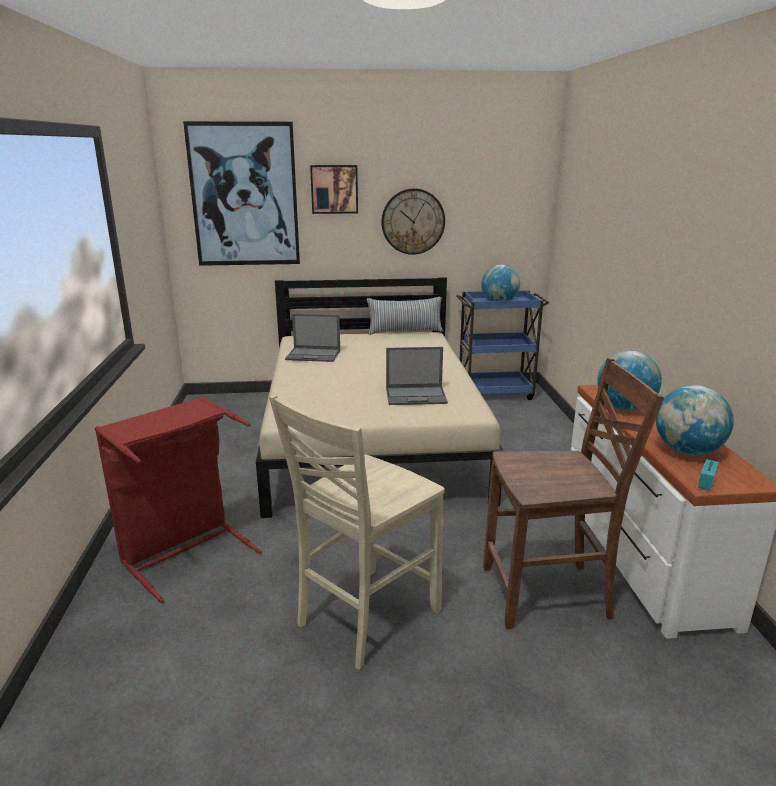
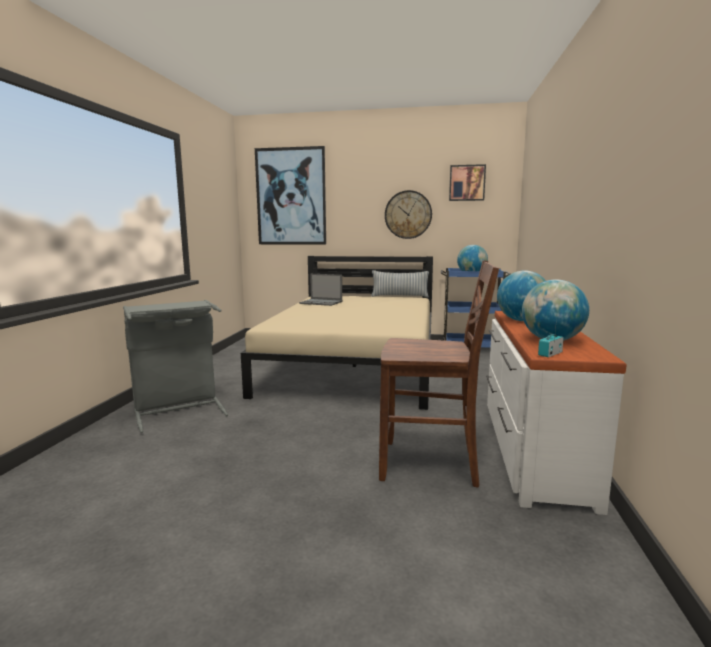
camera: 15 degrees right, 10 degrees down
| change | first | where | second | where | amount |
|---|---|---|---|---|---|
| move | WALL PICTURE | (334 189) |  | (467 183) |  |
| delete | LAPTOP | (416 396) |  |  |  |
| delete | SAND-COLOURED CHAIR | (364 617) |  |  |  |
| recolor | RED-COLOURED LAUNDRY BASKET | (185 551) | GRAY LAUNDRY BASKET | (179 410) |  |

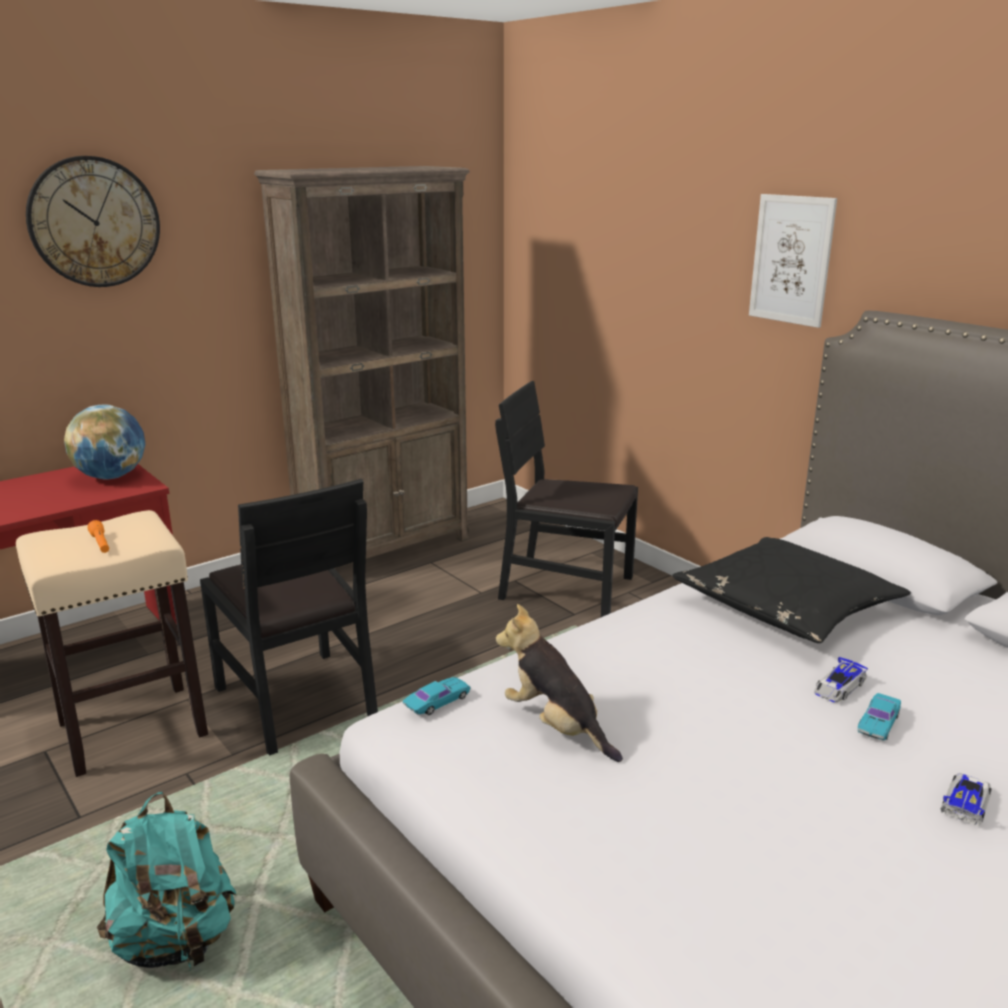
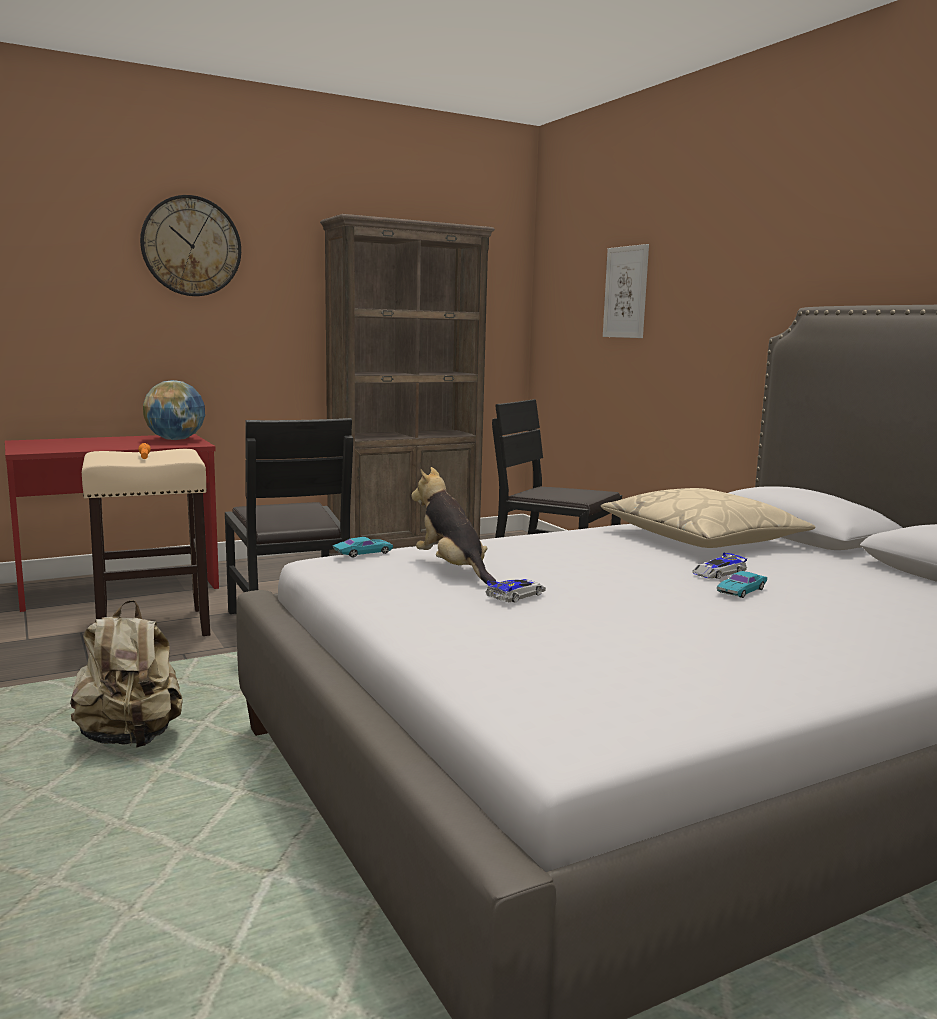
camera: 10 degrees right, 10 degrees down
| change | first | where | second | where | amount |
|---|---|---|---|---|---|
| move | WALL PICTURE | (791 260) |  | (626 292) |  |
| recolor | BLACK-COLOURED PILLOW | (786 606) | SAND-COLOURED PILLOW | (702 538) |  |
| move | MINIATURE CAR | (966 801) |  | (517 595) |  |
| recolor | TURQUOISE-COLOURED BACKPACK | (175 941) | SAND-COLOURED BACKPACK | (130 738) |  |

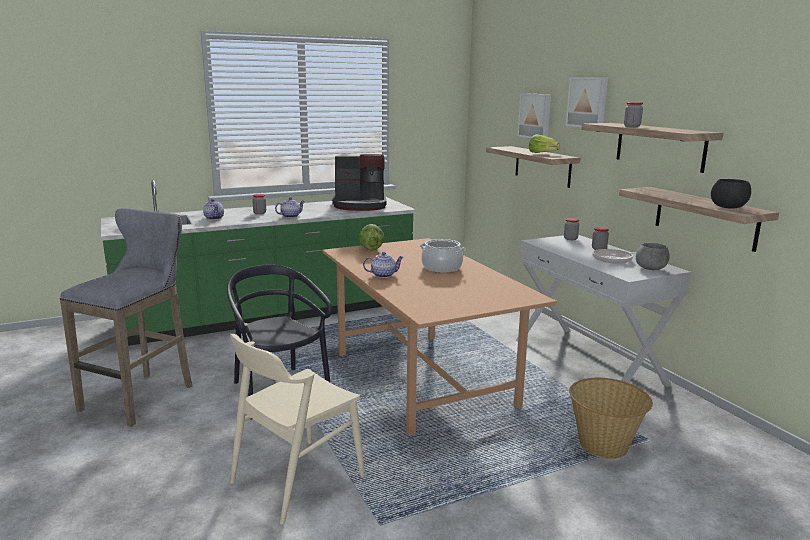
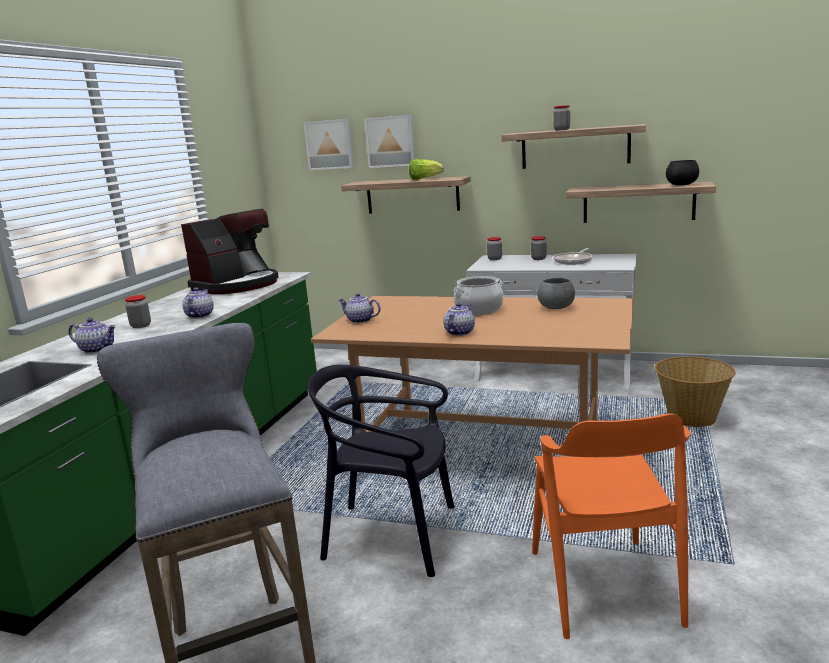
camera: 45 degrees left, 0 degrees up
| change | first | where | second | where | amount |
|---|---|---|---|---|---|
| move | WALL PICTURE | (588 102) |  | (329 144) |  |
| replace | LETTUCE HEAD | (371 249) | TEAPOT | (360 320) |  |
| move | GRAY BOWL | (651 269) |  | (556 308) |  |
| recolor | SAND-COLOURED CHAIR | (297 479) | ORANGE-COLOURED CHAIR | (603 586) |  |

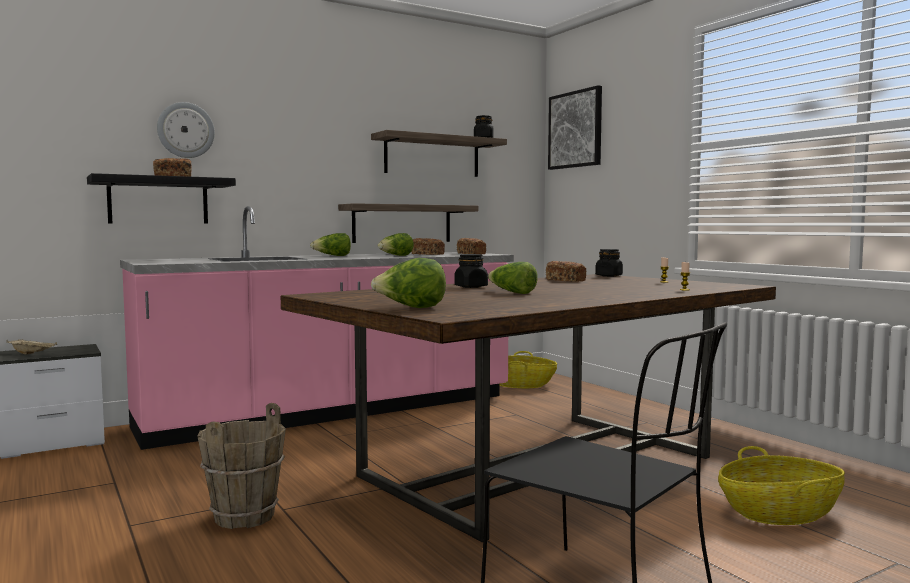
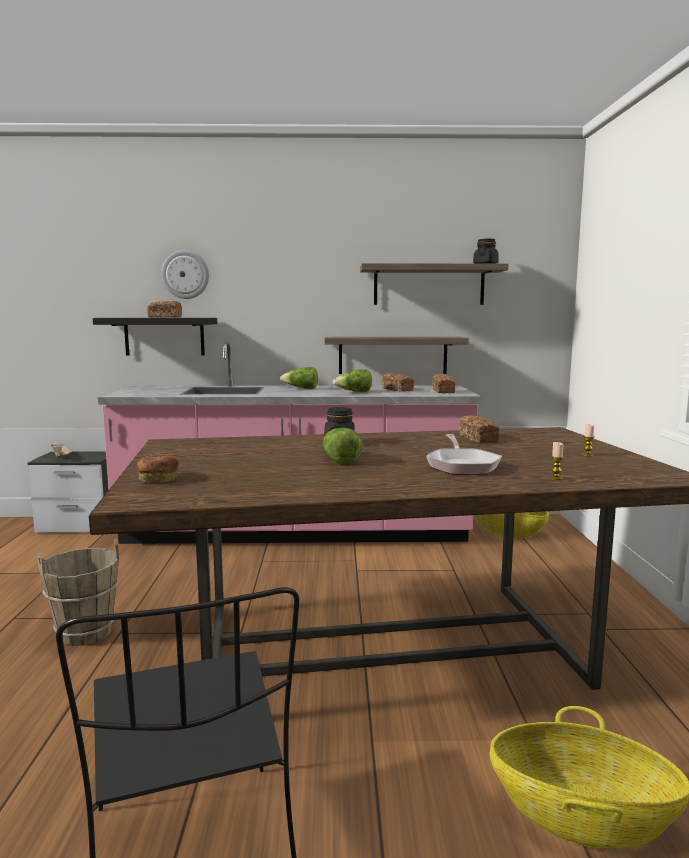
camera: 30 degrees right, 5 degrees up
| change | first | where | second | where | amount |
|---|---|---|---|---|---|
| delete | WALL PICTURE | (575 129) |  |  |  |
| delete | BLACK-COLOURED JAR | (609 276) |  |  |  |
| replace | LETTUCE HEAD | (412 308) | BREAD | (158 479) |  |
| insert |  |  | PAN | (462 465) |  |

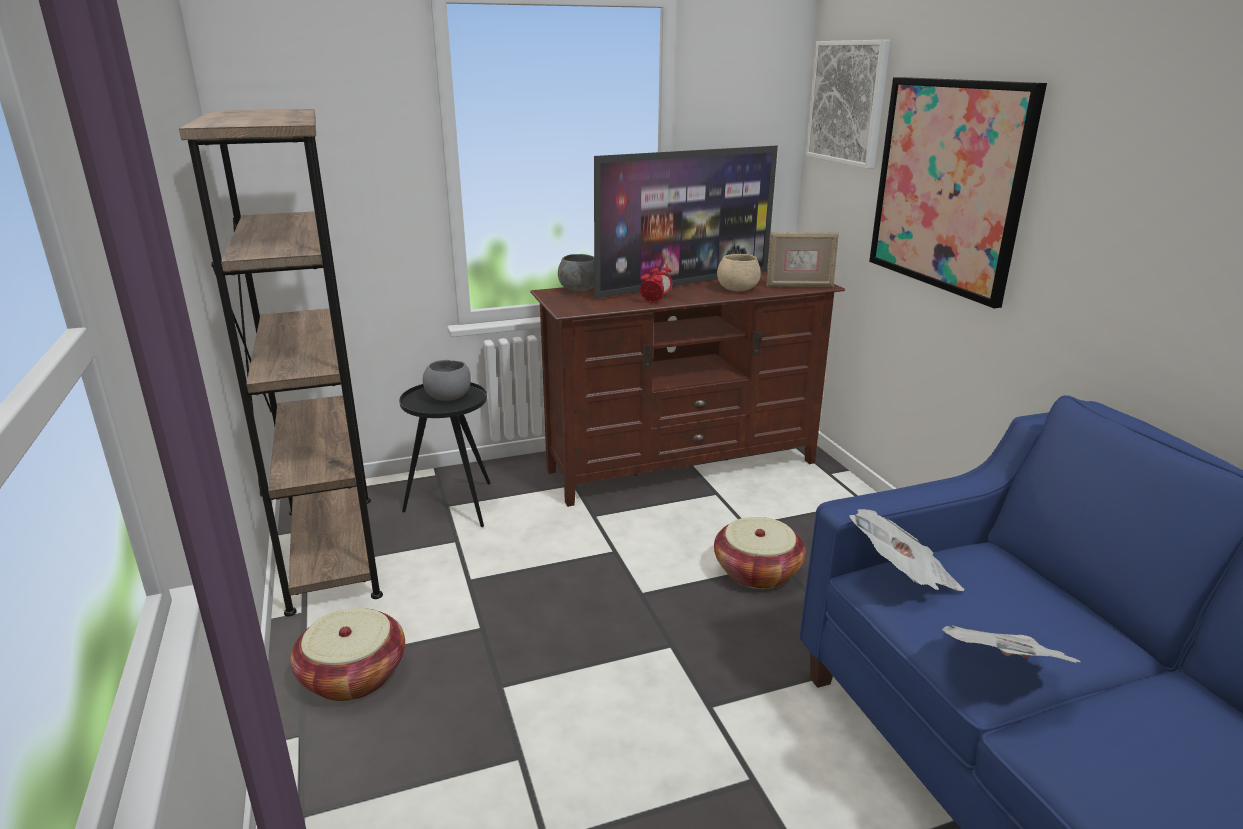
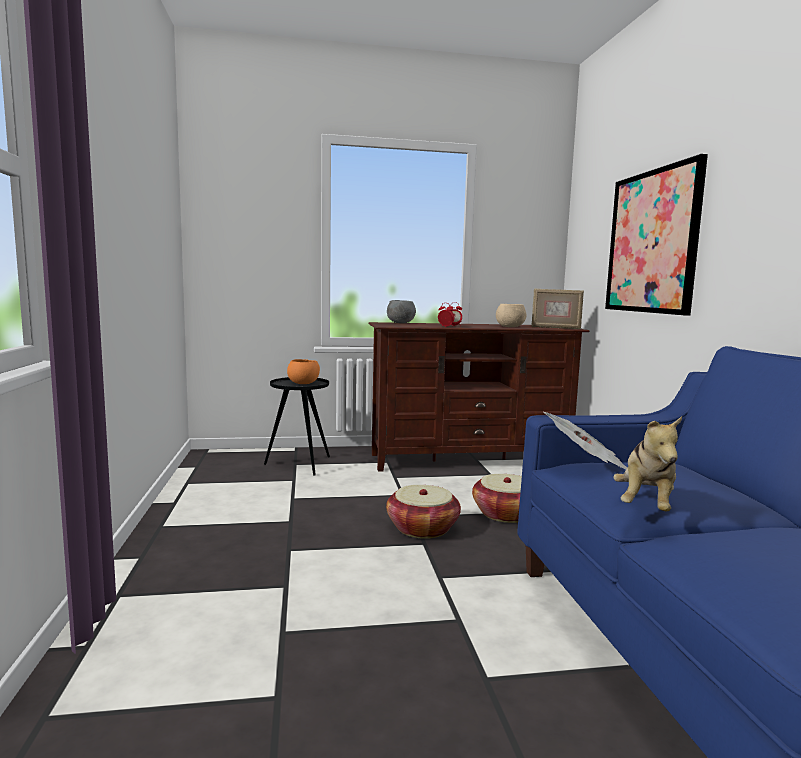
camera: 10 degrees right, 15 degrees down
| change | first | where | second | where | amount |
|---|---|---|---|---|---|
| delete | WALL PICTURE | (847 102) |  |  |  |
| delete | BROWN-COLOURED SHELVING UNIT | (332 550) |  |  |  |
| delete | TV SET | (684 284) |  |  |  |
| recolor | GRAY BOWL | (449 397) | ORANGE-COLOURED BOWL | (304 383) |  |
| move | BASKET | (353 676) |  | (422 528) |  |
| replace | NEWSPAPER | (1002 670) | PLUSH TOY | (646 505) |  |

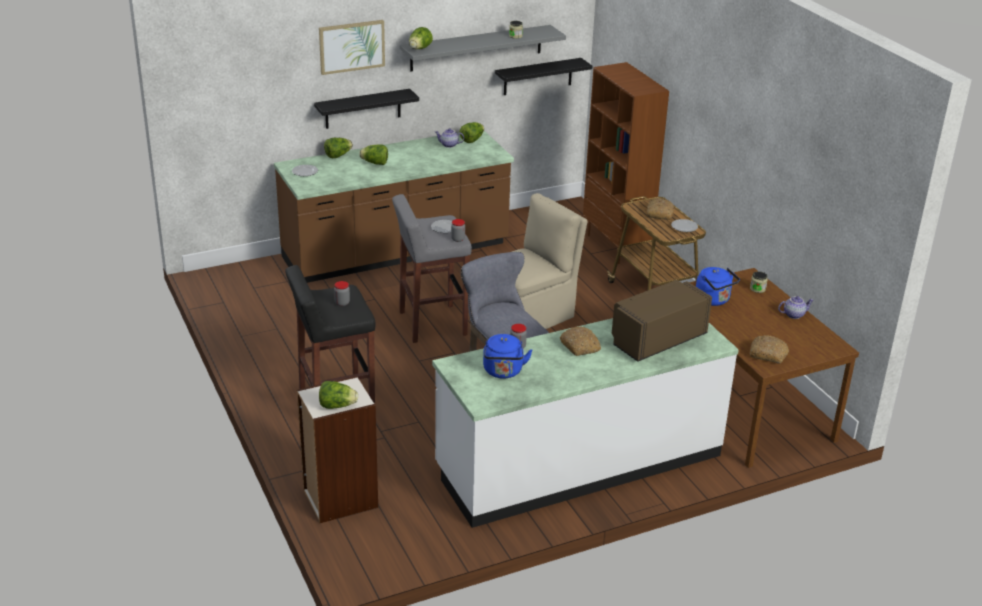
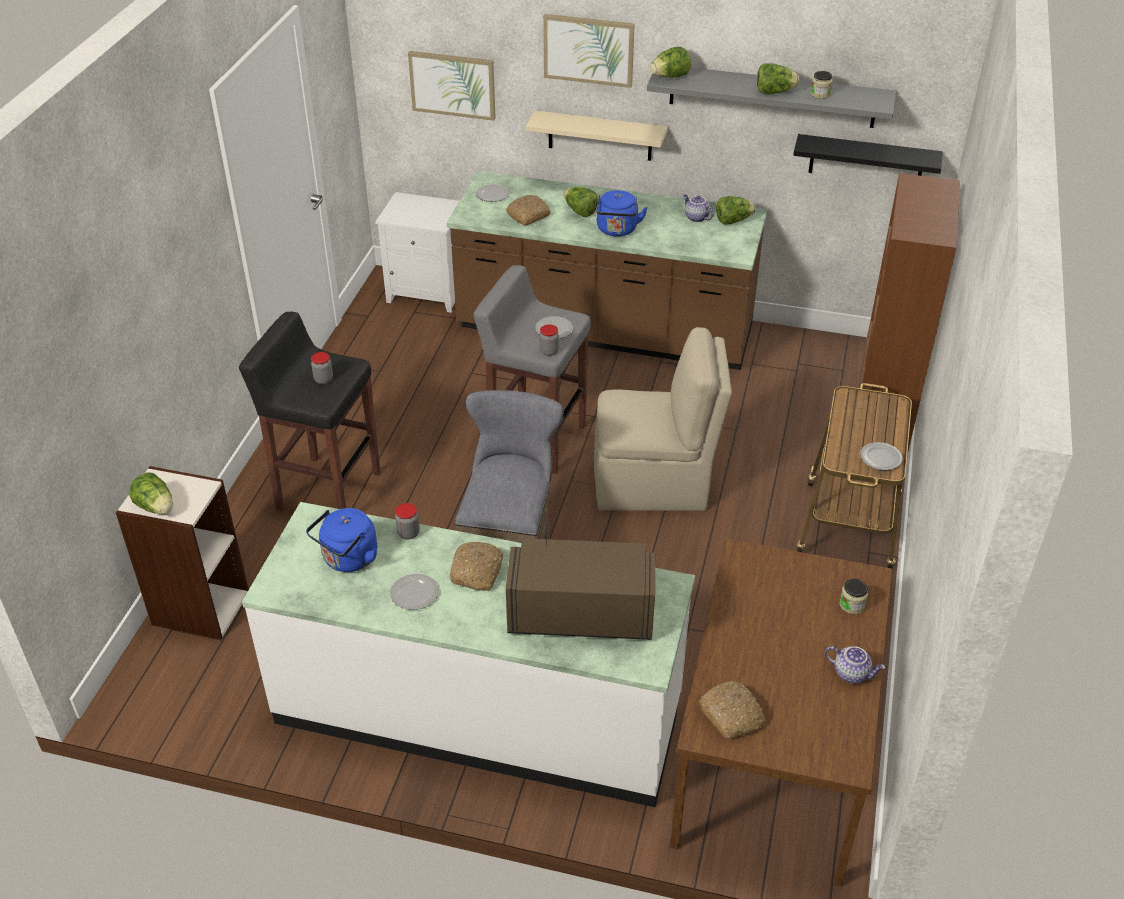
camera: 40 degrees right, 10 degrees up
| change | first | where | second | where | amount |
|---|---|---|---|---|---|
| recolor | BLACK-COLOURED SHELF | (363 109) | SAND-COLOURED SHELF | (600 136) |  |
| move | LETTUCE HEAD | (338 155) |  | (774 92) |  |
| move | BREAD | (659 213) |  | (528 215) |  |
| move | BLUISH KETTLE | (714 300) |  | (617 230) |  |
| insert |  |  | WALL PICTURE | (452 84) |  |
| insert |  |  | WHITE NIGHT TABLE | (429 292) |  |
| insert |  |  | FLAT DISH | (414 593) |  |

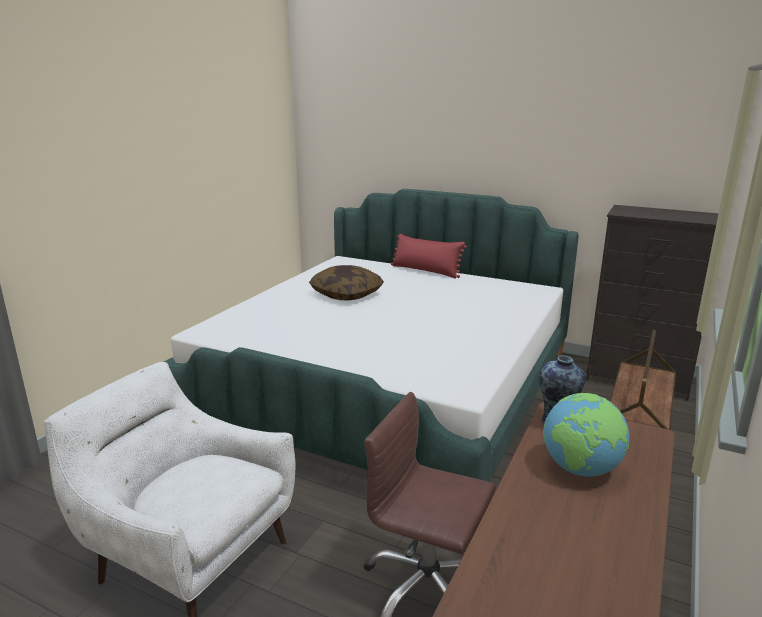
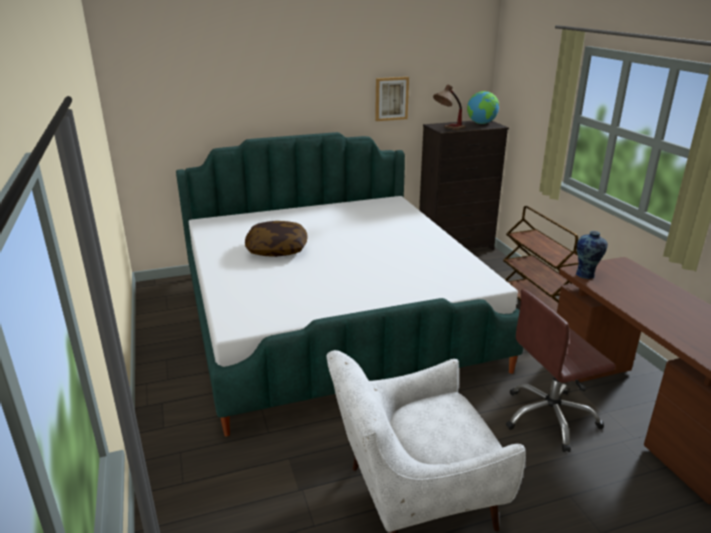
camera: 45 degrees left, 5 degrees up
| change | first | where | second | where | amount |
|---|---|---|---|---|---|
| delete | RED-COLOURED PILLOW | (426 271) |  |  |  |
| move | GLOBE | (580 469) |  | (481 123) |  |
| insert |  |  | WALL PICTURE | (391 98) |  |
| insert |  |  | TABLETOP LAMP | (448 129) |  |

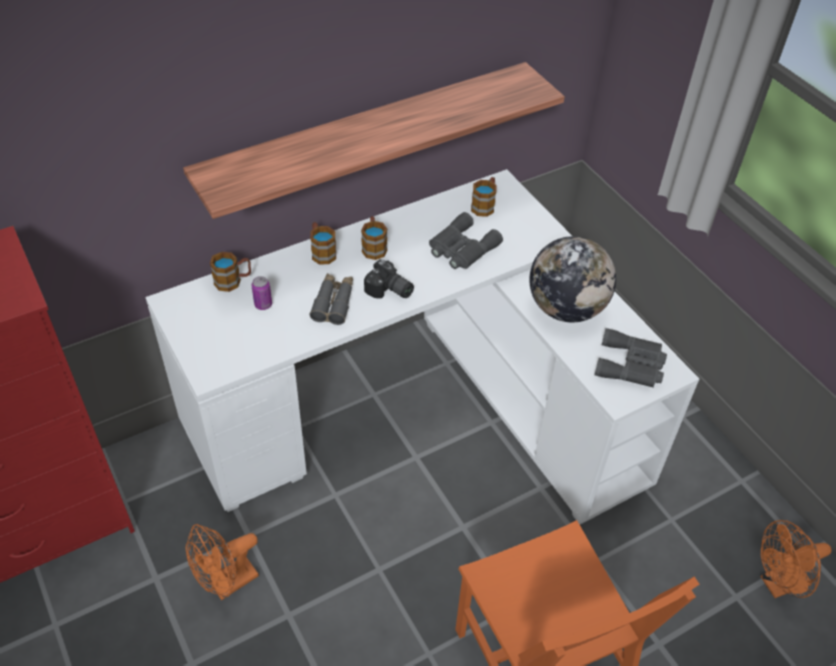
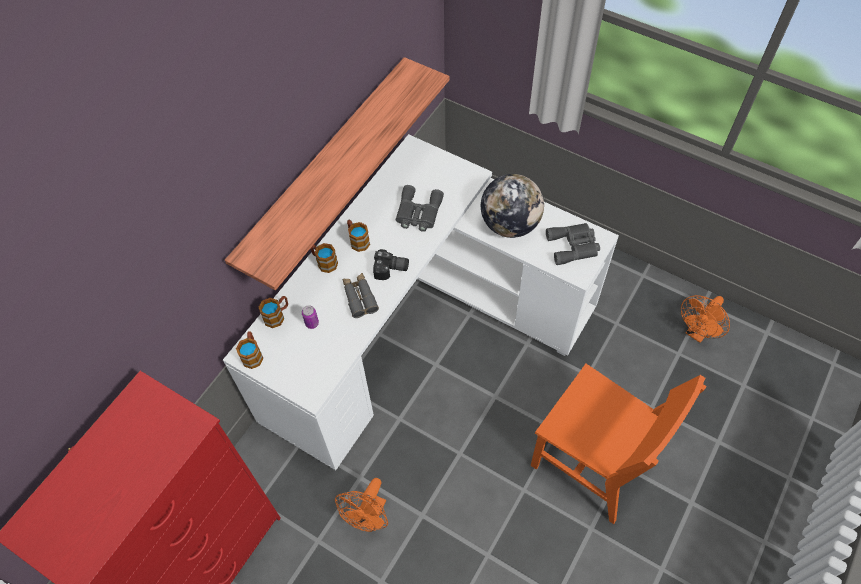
camera: 25 degrees left, 10 degrees up
| change | first | where | second | where | amount |
|---|---|---|---|---|---|
| move | TEA MUG | (484 205) |  | (252 354) |  |

